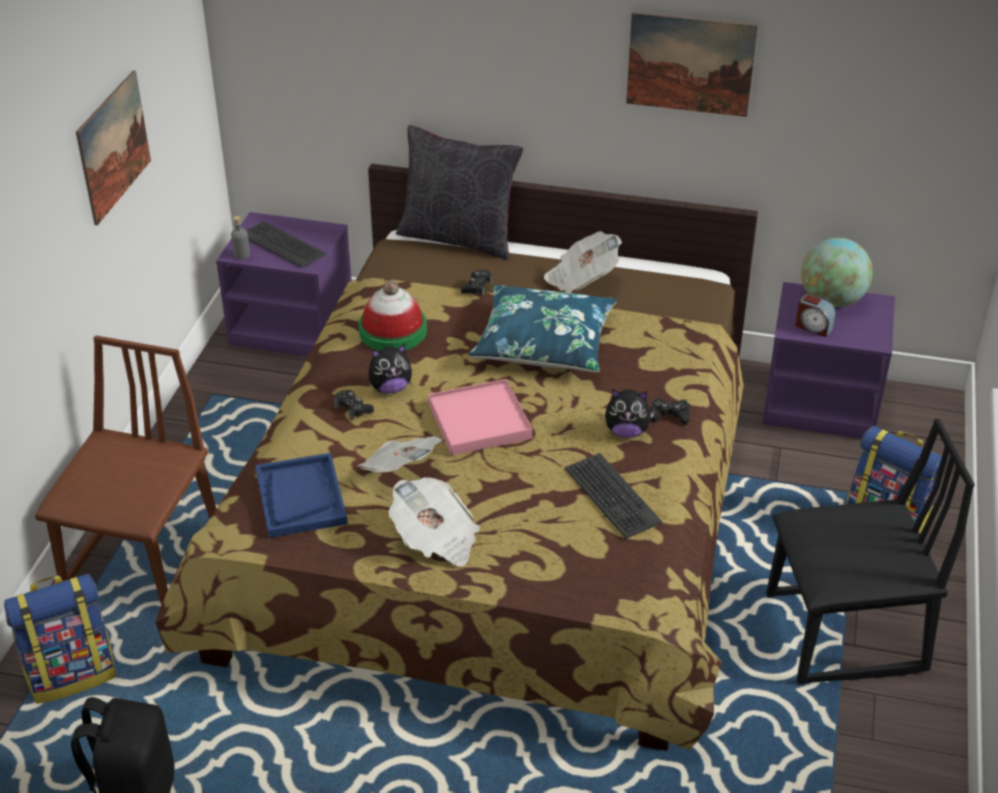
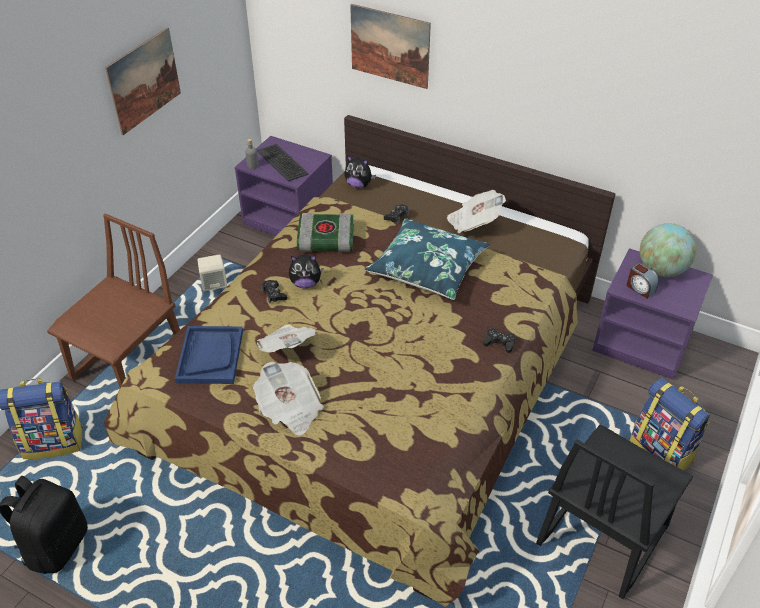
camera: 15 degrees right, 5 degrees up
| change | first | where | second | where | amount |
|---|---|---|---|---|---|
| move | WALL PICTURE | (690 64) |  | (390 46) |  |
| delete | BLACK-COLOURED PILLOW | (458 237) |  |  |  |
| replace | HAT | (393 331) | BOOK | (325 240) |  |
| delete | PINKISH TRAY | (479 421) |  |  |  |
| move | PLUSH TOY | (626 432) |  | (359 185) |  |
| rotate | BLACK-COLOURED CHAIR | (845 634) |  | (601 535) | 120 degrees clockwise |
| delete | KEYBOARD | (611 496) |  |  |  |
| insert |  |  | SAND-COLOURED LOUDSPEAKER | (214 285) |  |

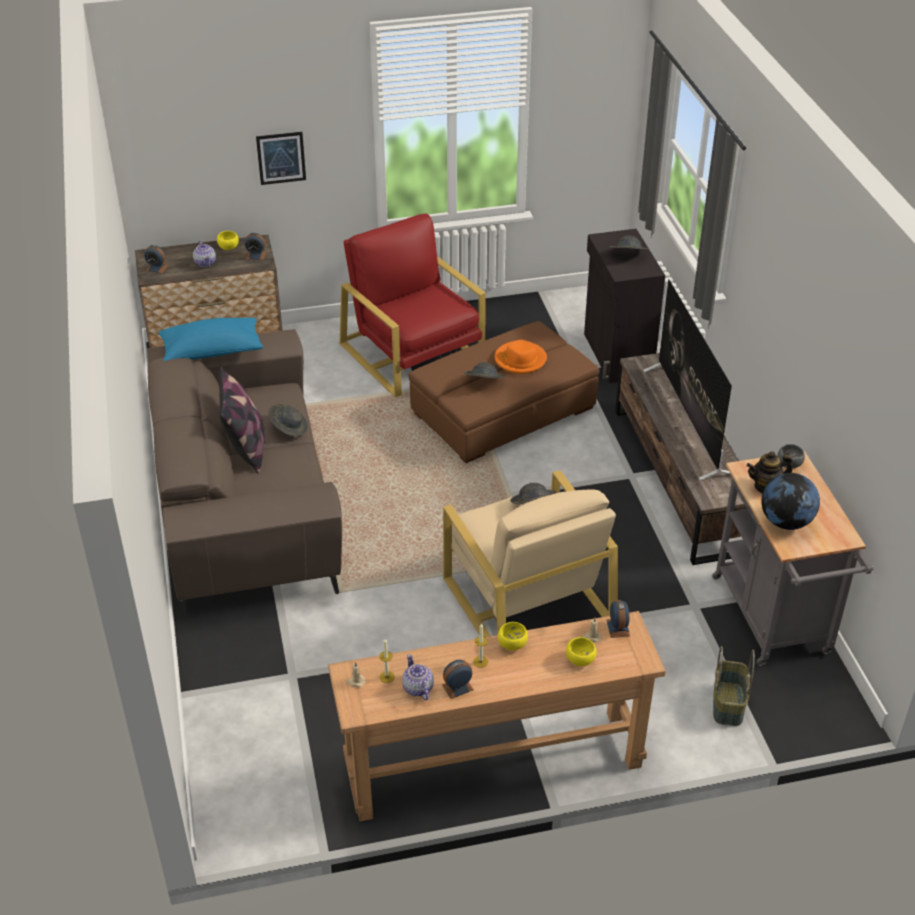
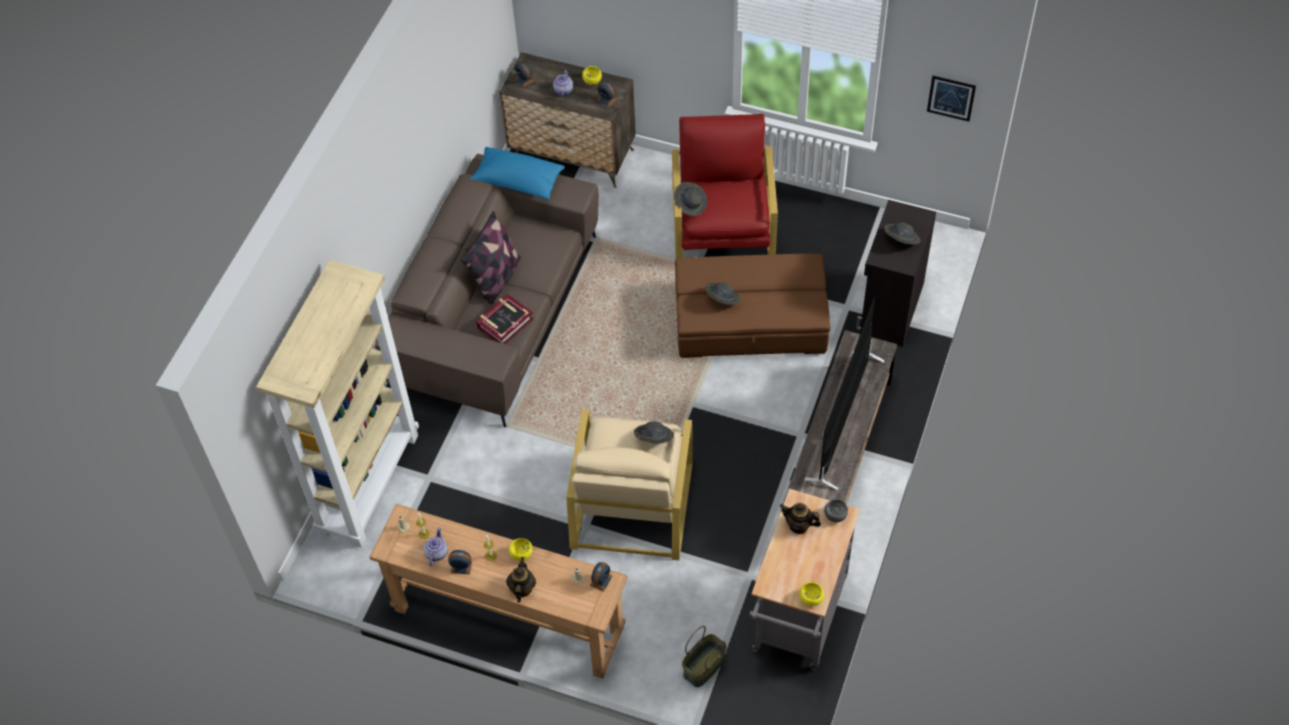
camera: 35 degrees right, 15 degrees up
| change | first | where | second | where | amount |
|---|---|---|---|---|---|
| move | WALL PICTURE | (281 158) |  | (951 98) |  |
| delete | ORANGE-COLOURED HAT | (520 360) |  |  |  |
| move | GRAY HAT | (289 428) |  | (690 204) |  |
| delete | GLOBE | (786 522) |  |  |  |
| move | YELLOWISH BOWL | (580 660) |  | (810 599) |  |
| insert |  |  | SAND-COLOURED SHELVING UNIT | (369 482) |  |
| insert |  |  | BOOK | (505 323) |  |
| insert |  |  | TEAPOT | (522 589) |  |

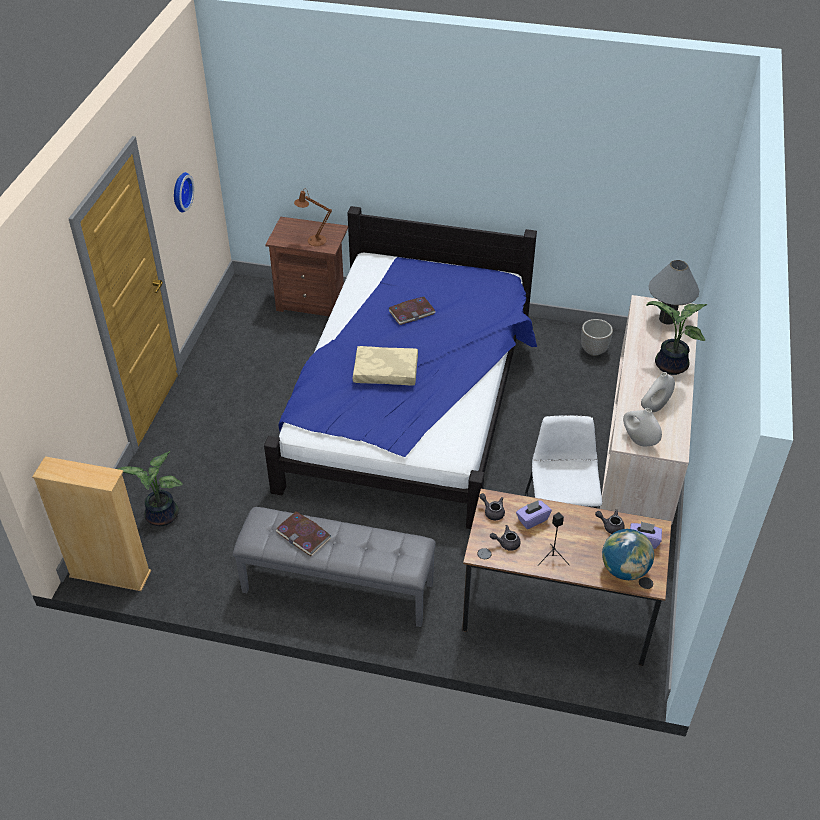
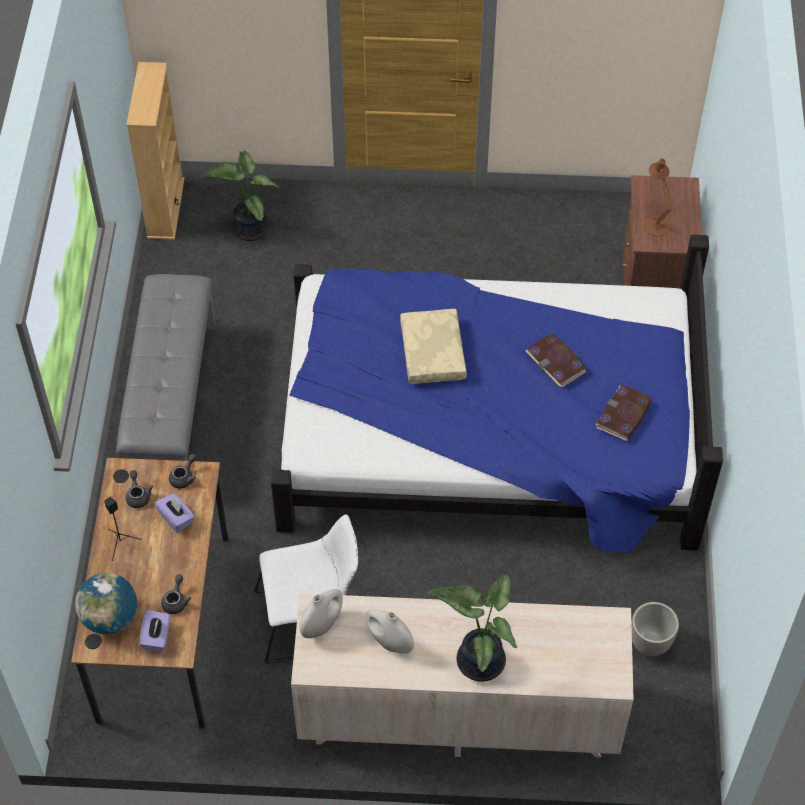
camera: 80 degrees right, 10 degrees up
| change | first | where | second | where | amount |
|---|---|---|---|---|---|
| delete | HANGING CLOCK | (180 191) |  |  |  |
| delete | GRAY TABLETOP LAMP | (667 319) |  |  |  |
| move | BOOK | (304 535) |  | (623 415) |  |

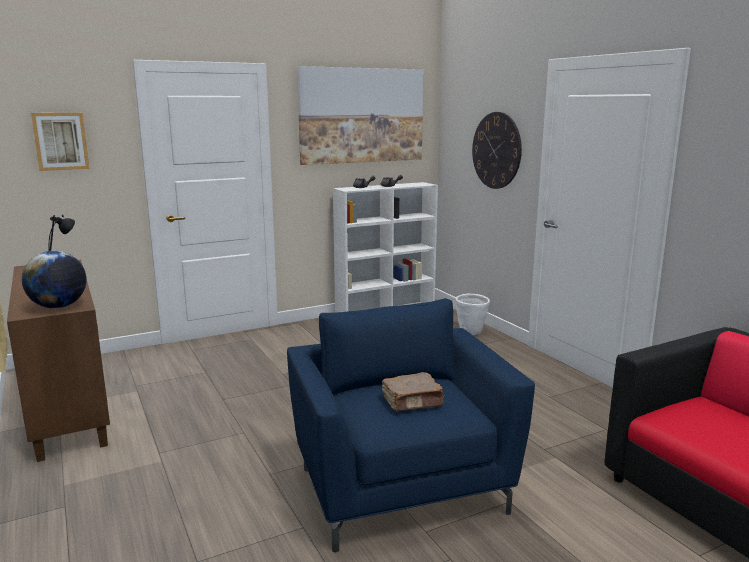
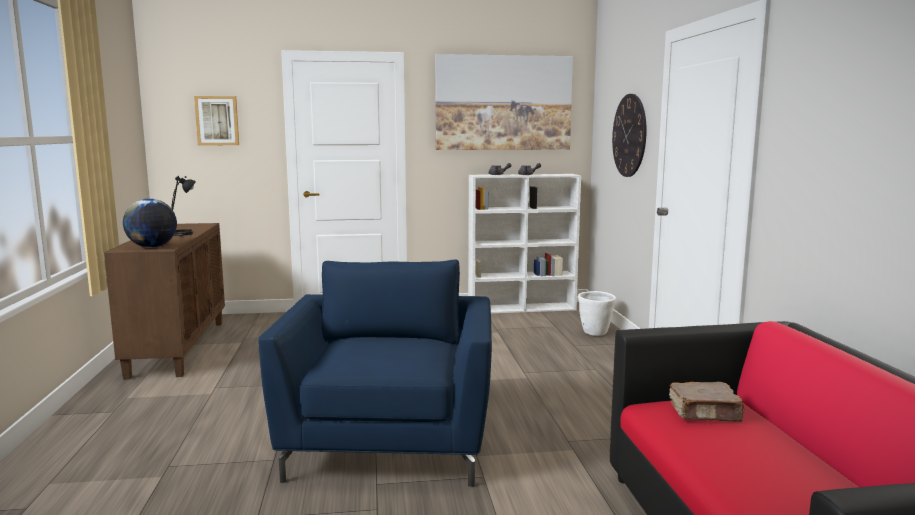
camera: 20 degrees right, 5 degrees down
| change | first | where | second | where | amount |
|---|---|---|---|---|---|
| move | BROWN-COLOURED BOOK | (413 402) |  | (705 413) |  |

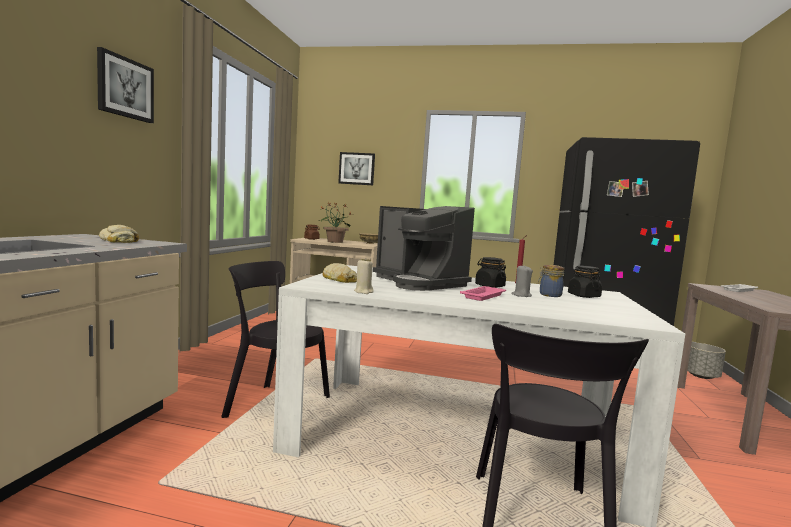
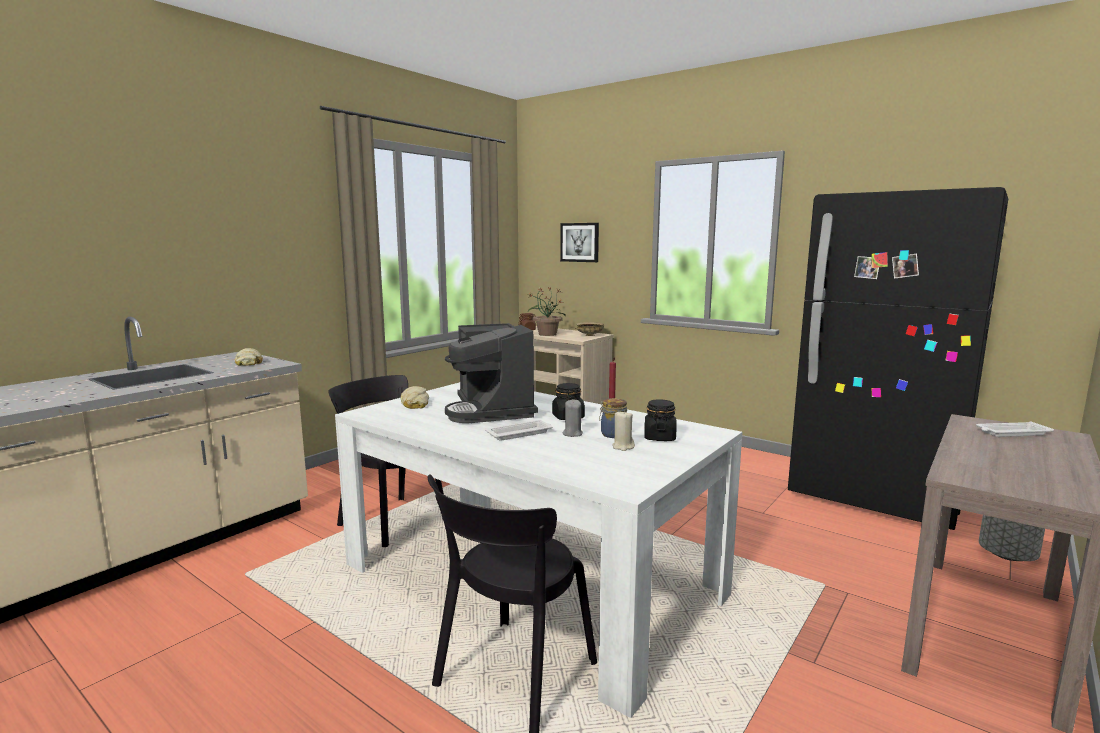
camera: 25 degrees right, 5 degrees up
| change | first | where | second | where | amount |
|---|---|---|---|---|---|
| delete | WALL PICTURE | (125 88) |  |  |  |
| move | SAND-COLOURED WAX LIGHT | (363 292) |  | (623 447) |  |
| recolor | PINKISH TRAY | (484 296) | WHITE TRAY | (520 433) |  |

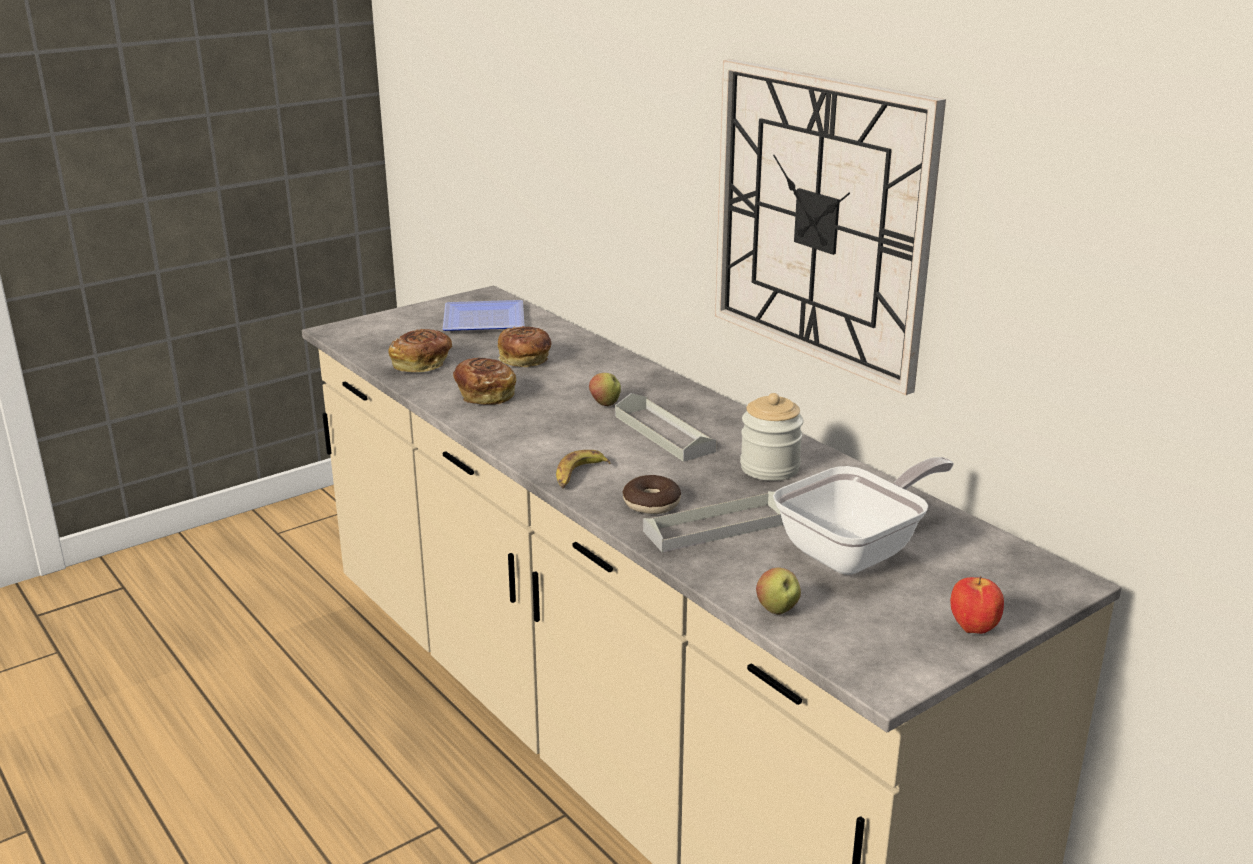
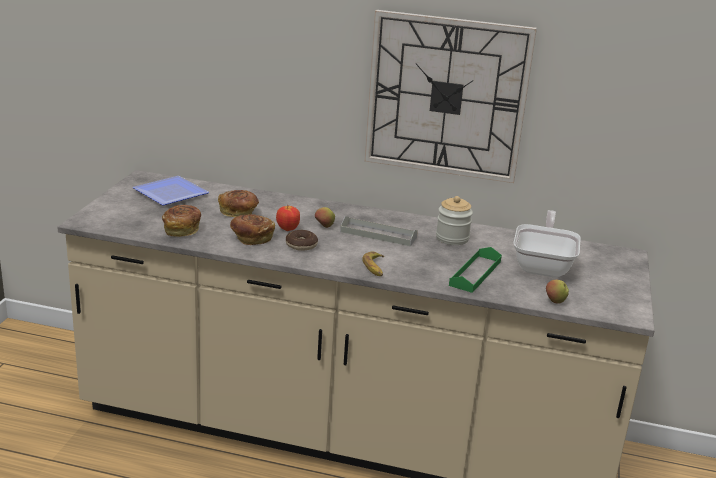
camera: 40 degrees left, 0 degrees up
| change | first | where | second | where | amount |
|---|---|---|---|---|---|
| move | DOUGHNUT | (651 503) |  | (301 245) |  |
| recolor | GRAY TRAY | (717 527) | GREENISH TRAY | (475 273) |  |
| move | WHOLE APPLE | (972 628) |  | (287 229) |  |

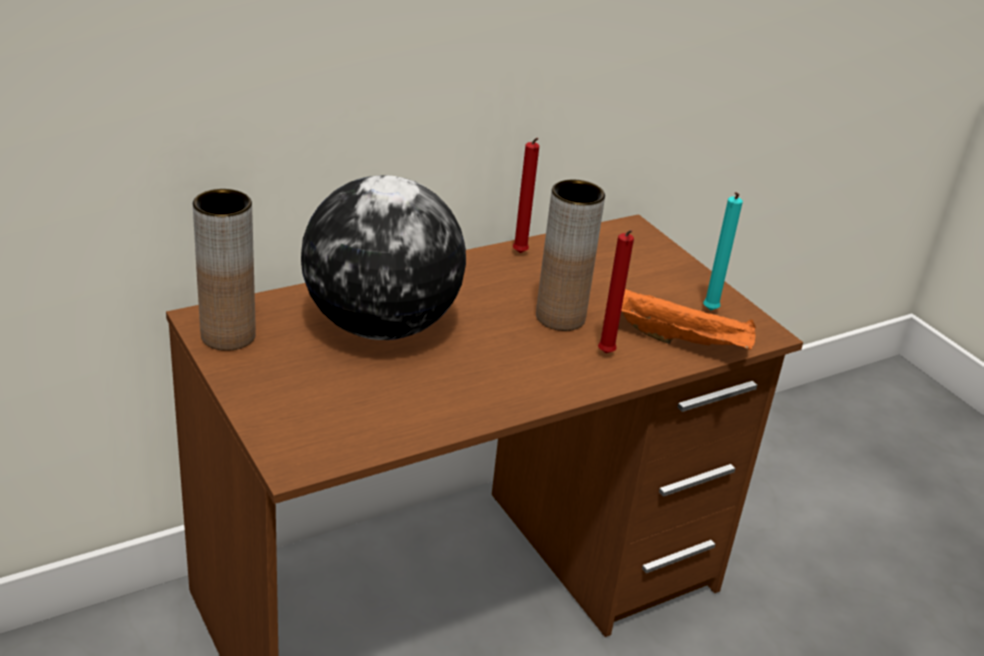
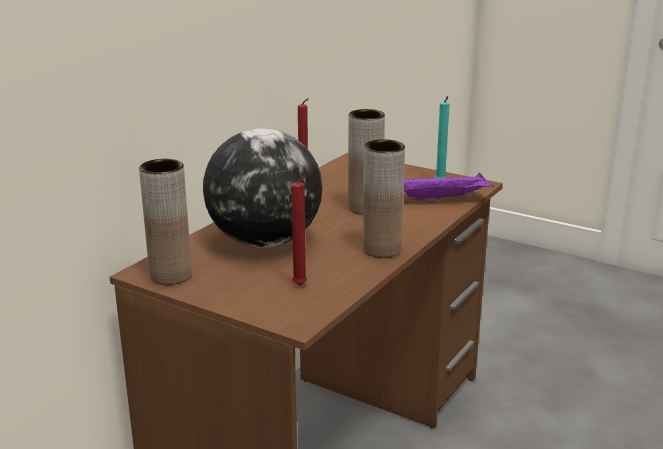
camera: 25 degrees left, 10 degrees down
| change | first | where | second | where | amount |
|---|---|---|---|---|---|
| move | RED-COLOURED WAX LIGHT | (606 355) |  | (300 286) |  |
| recolor | ORANGE-COLOURED TRAY | (680 340) | PURPLE TRAY | (442 199) |  |
| insert |  |  | BROWN-COLOURED VASE | (381 249) |  |

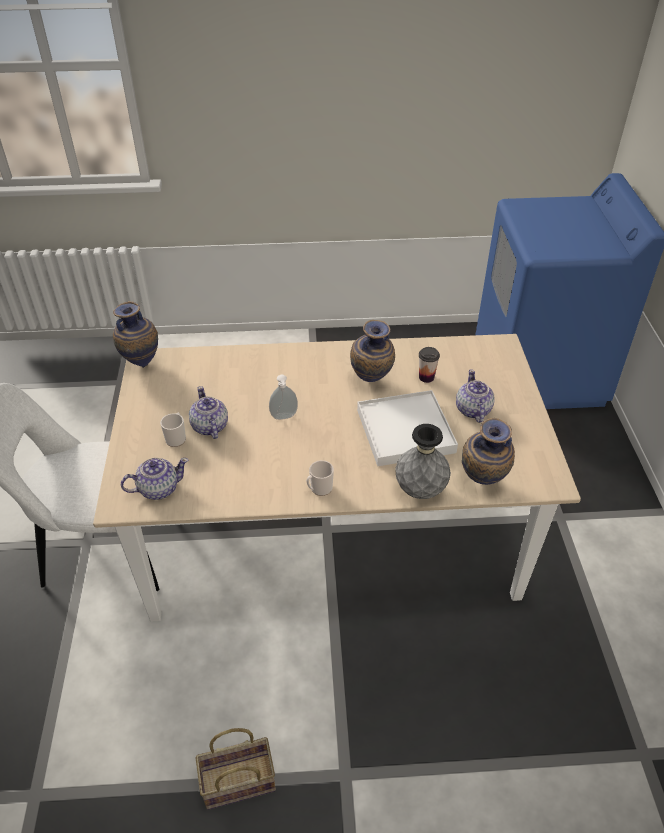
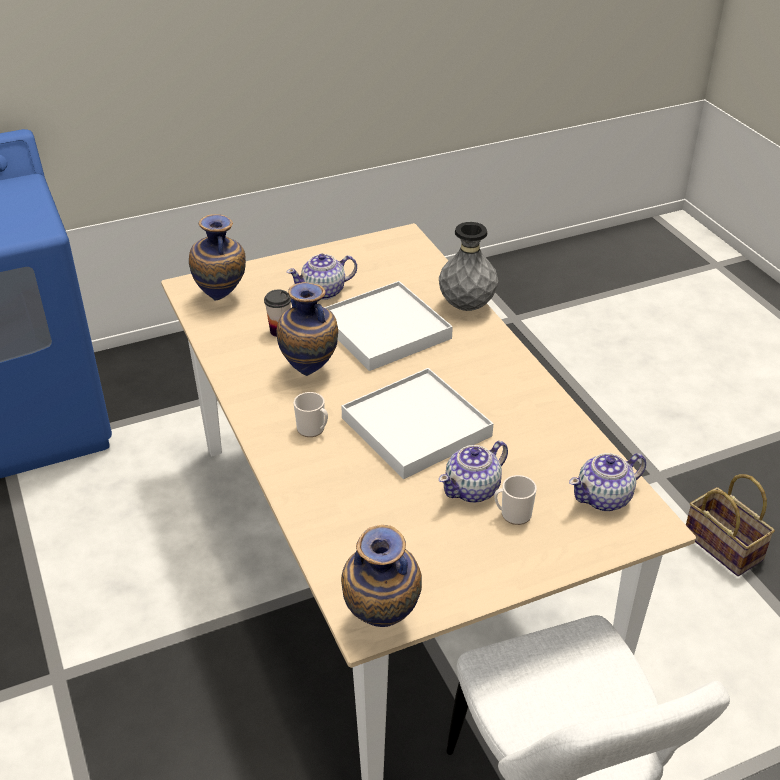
camera: 110 degrees left, 5 degrees down
| change | first | where | second | where | amount |
|---|---|---|---|---|---|
| replace | SOAP BOTTLE | (284 417) | WHITE TRAY | (415 427) |  |
| move | VASE | (482 483) |  | (222 298) |  |
| rotate | TEAPOT | (158 489) |  | (604 498) | 75 degrees counterclockwise |
| move | TEA MUG | (319 489) |  | (313 429) |  |

